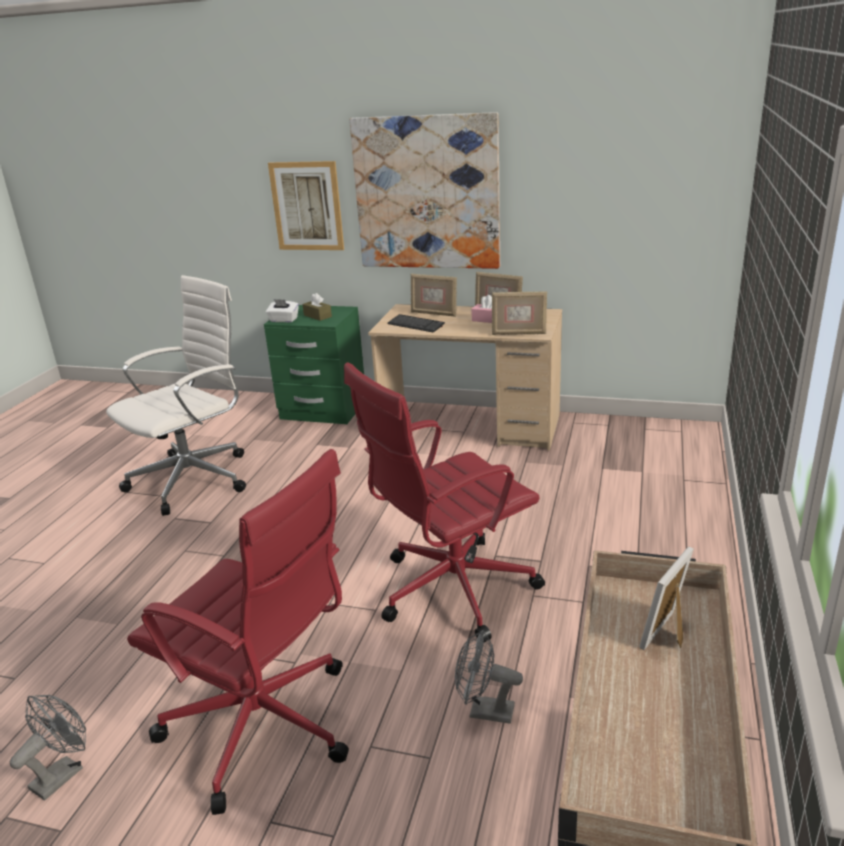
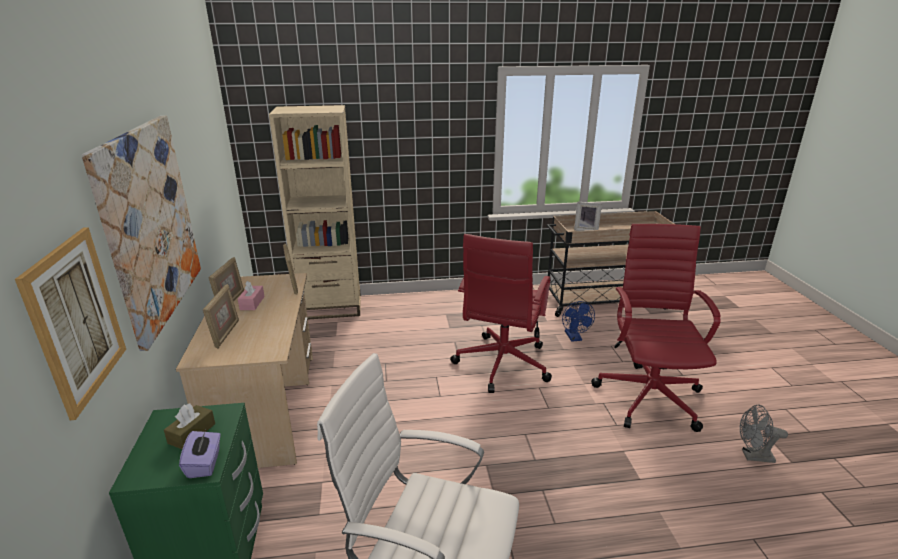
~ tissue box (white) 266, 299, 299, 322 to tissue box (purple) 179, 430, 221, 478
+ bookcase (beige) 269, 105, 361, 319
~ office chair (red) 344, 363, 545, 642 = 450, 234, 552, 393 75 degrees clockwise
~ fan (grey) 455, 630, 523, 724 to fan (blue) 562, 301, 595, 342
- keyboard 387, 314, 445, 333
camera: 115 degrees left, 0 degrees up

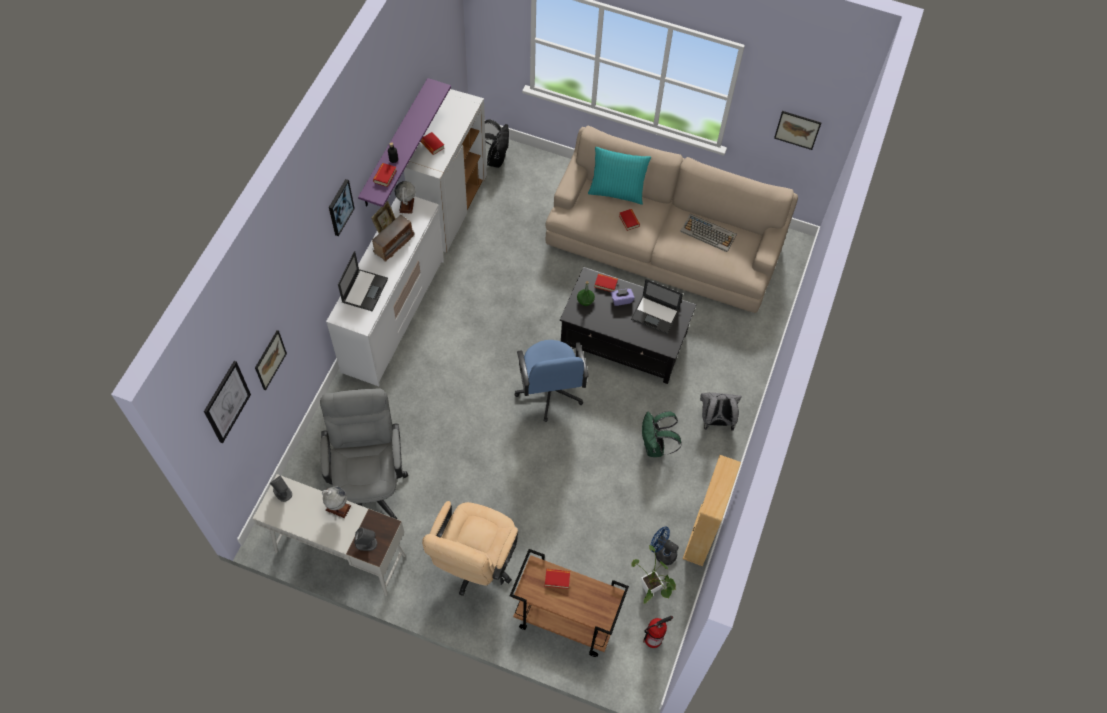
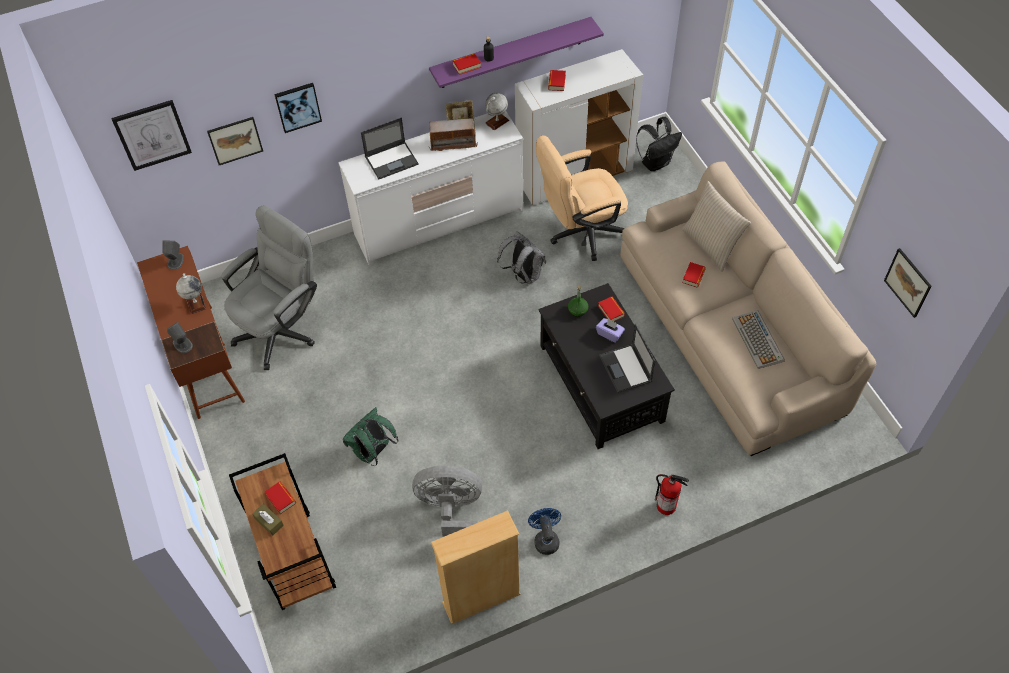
~ desk (white) 253, 474, 406, 596 to desk (brown) 137, 246, 245, 419
+ tissue box (brown) 252, 504, 284, 536
~ picture 329, 179, 355, 236 to 274, 83, 322, 133
~ backpack (green) 642, 411, 682, 457 to 342, 407, 399, 466
+ fan (grey) 412, 466, 482, 537
~ backpack (grey) 700, 393, 742, 430 to 497, 231, 546, 284
~ fan (blue) 651, 526, 679, 565 to 528, 508, 561, 555
~ office chair (beige) 422, 501, 518, 596 to 536, 135, 628, 261
~ fire extinguisher 643, 616, 673, 648 to 655, 474, 689, 515
~ pillow (turquoise) 588, 147, 651, 205 to pillow (beige) 682, 181, 751, 272
- office chair (blue) 515, 340, 589, 422
- potted plant 631, 545, 676, 603
camera: 50 degrees right, 5 degrees down

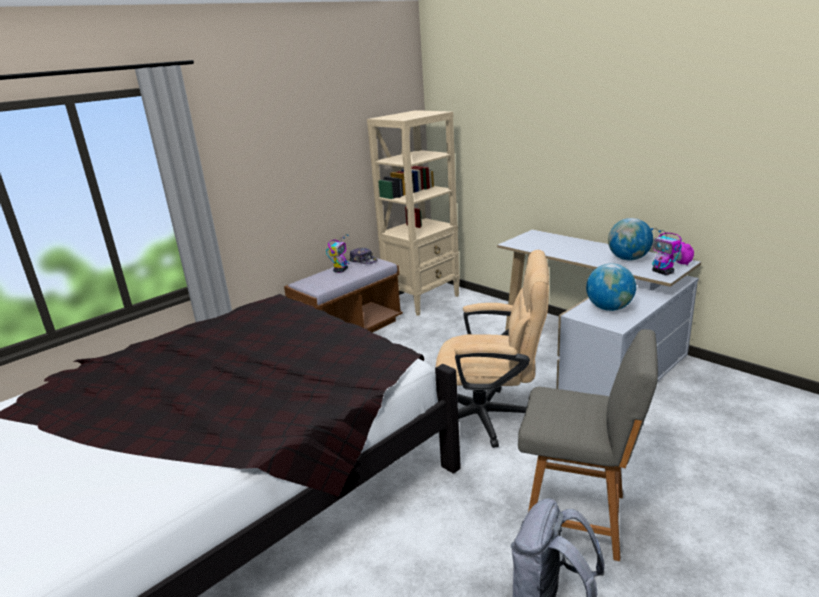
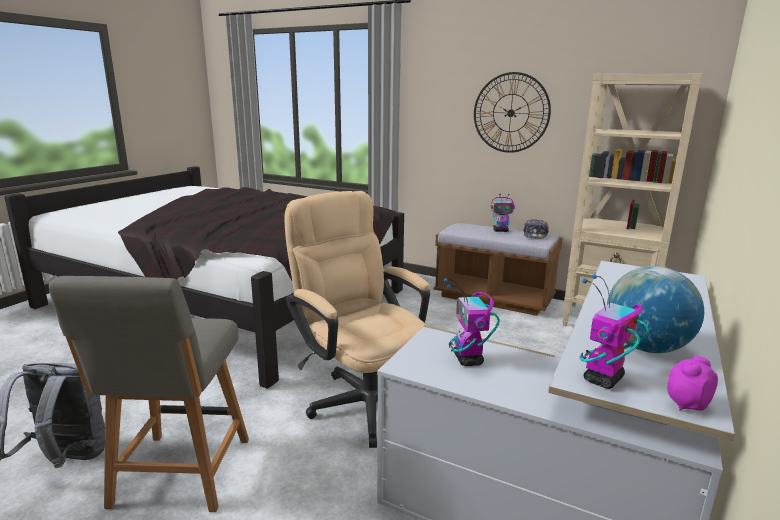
~ office chair (beige) 436, 250, 549, 448 = 284, 191, 430, 448 150 degrees clockwise
~ globe 586, 263, 636, 311 to toy robot 444, 278, 500, 366
+ wall clock 474, 72, 551, 153
camera: 70 degrees right, 5 degrees down

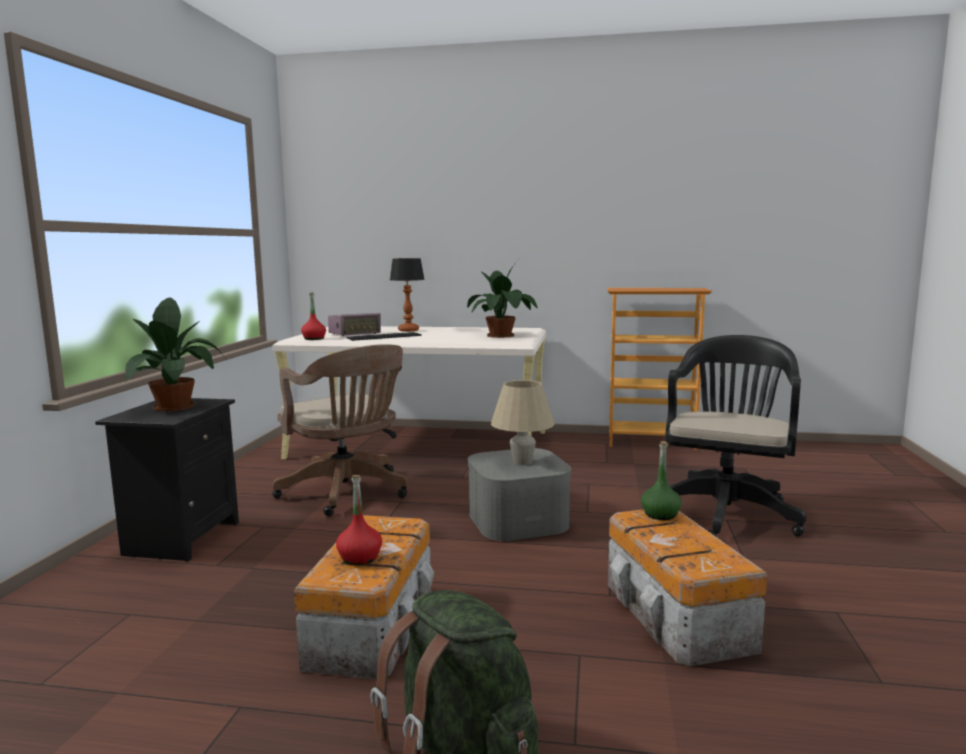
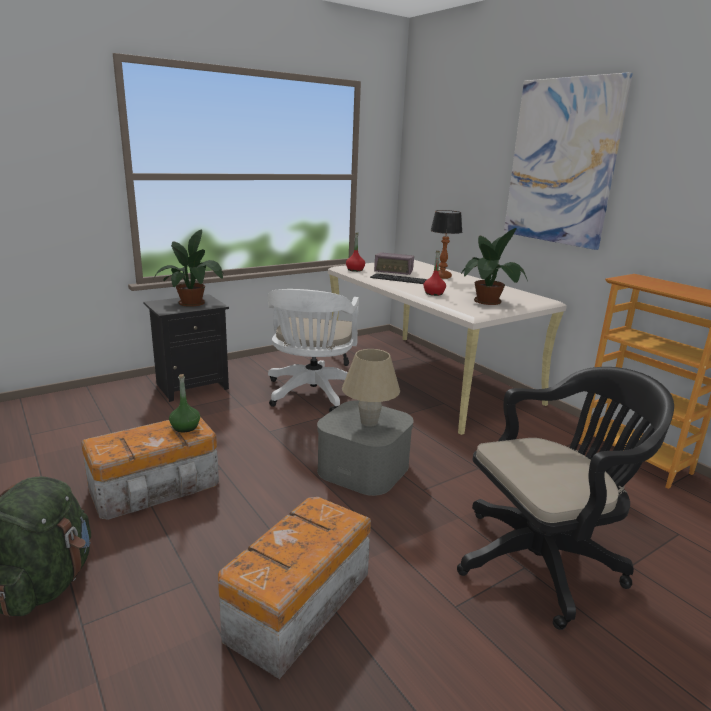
~ bottle (green) 641, 441, 682, 520 to 169, 374, 200, 432
~ office chair (brown) 272, 344, 408, 516 to office chair (white) 268, 289, 359, 412
~ bottle (red) 336, 475, 382, 565 to 423, 251, 446, 296
+ picture 504, 72, 633, 250
camera: 45 degrees right, 10 degrees up

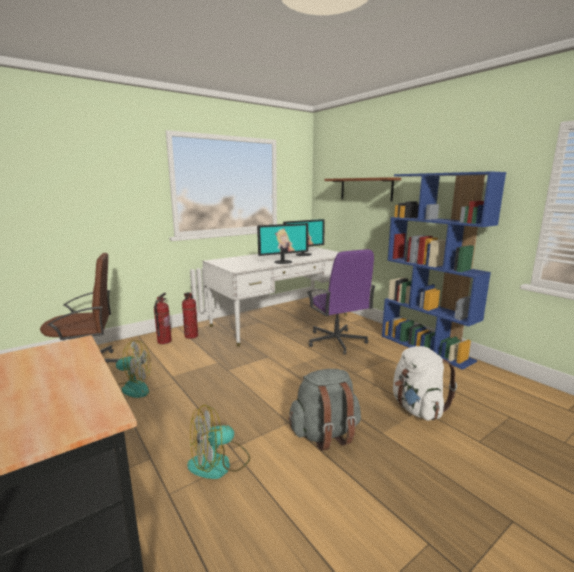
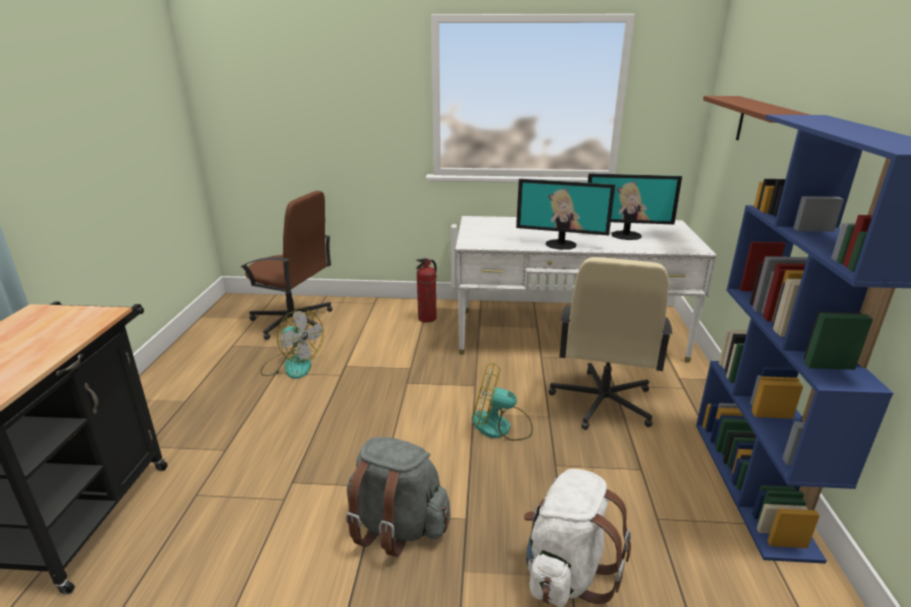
~ fan 187, 405, 250, 479 to 472, 363, 533, 441
~ office chair (purple) 307, 249, 376, 355 to office chair (beige) 549, 257, 672, 430
- fire extinguisher 154, 293, 172, 344
camera: 40 degrees right, 10 degrees up

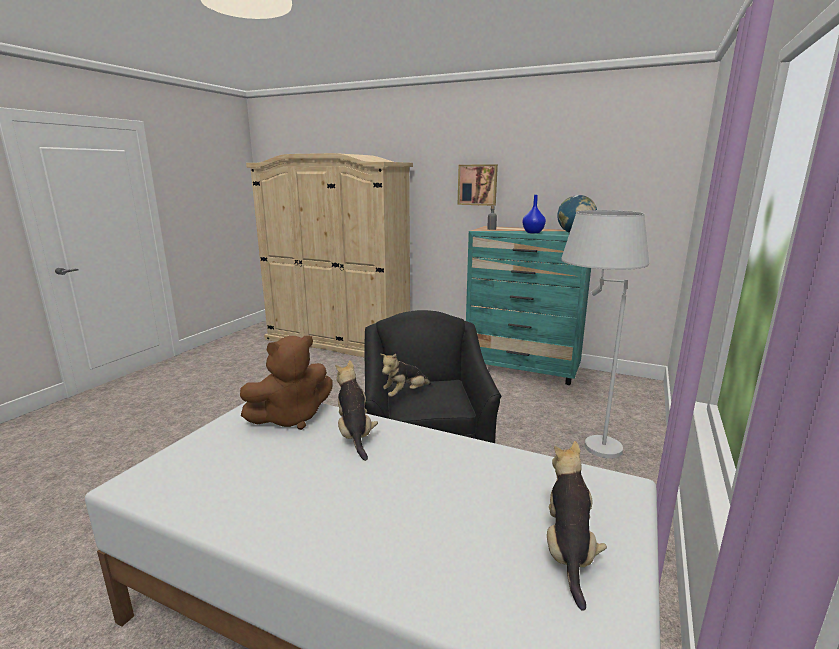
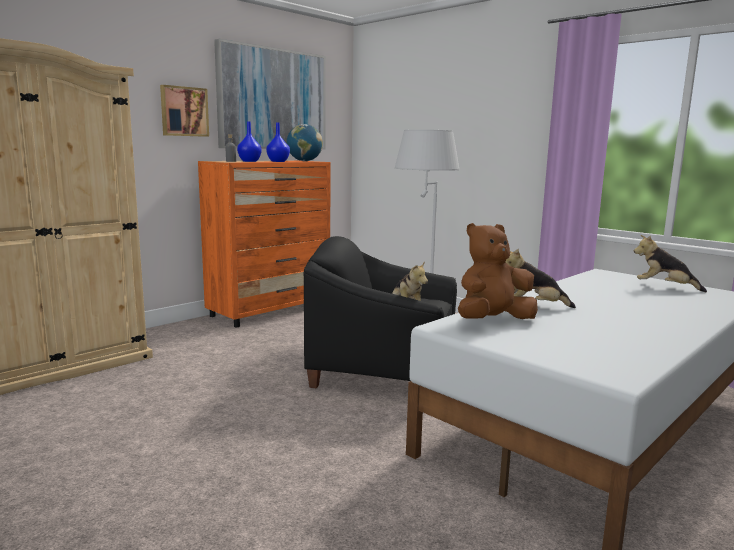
~ dresser (turquoise) 466, 226, 591, 385 to dresser (orange) 198, 161, 331, 327
+ picture 214, 39, 326, 150
+ vase (blue) 237, 121, 262, 162
~ plush toy (brown) 240, 336, 333, 430 = 458, 223, 538, 319 105 degrees counterclockwise
camera: 70 degrees left, 5 degrees down

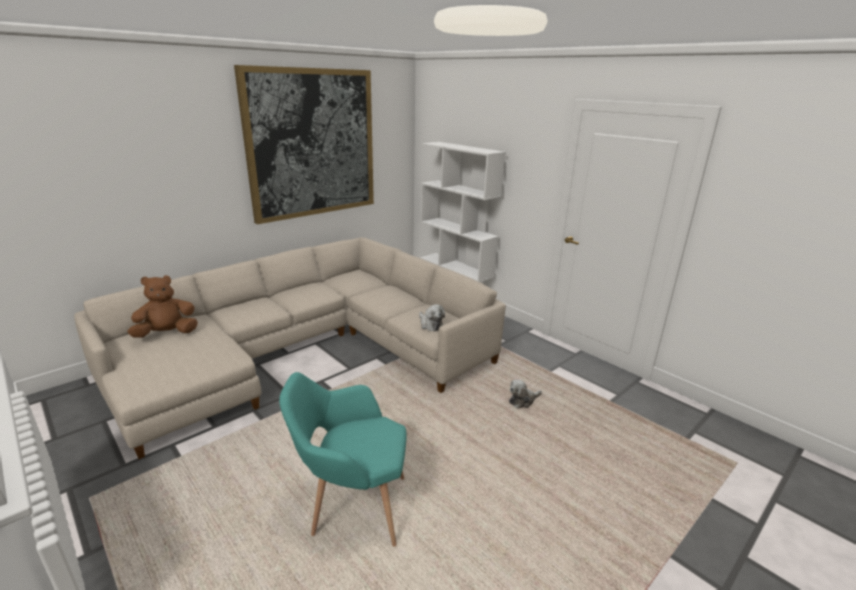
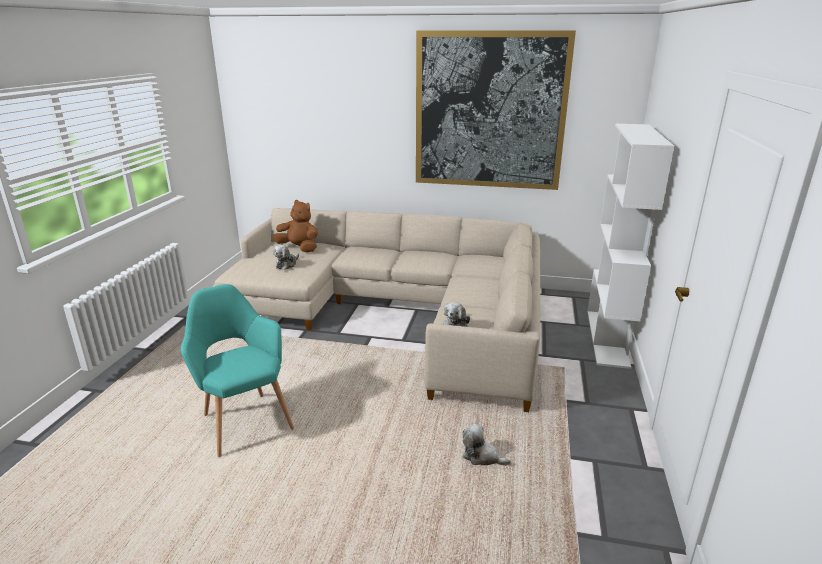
+ plush toy 273, 245, 299, 270
camera: 55 degrees right, 0 degrees up

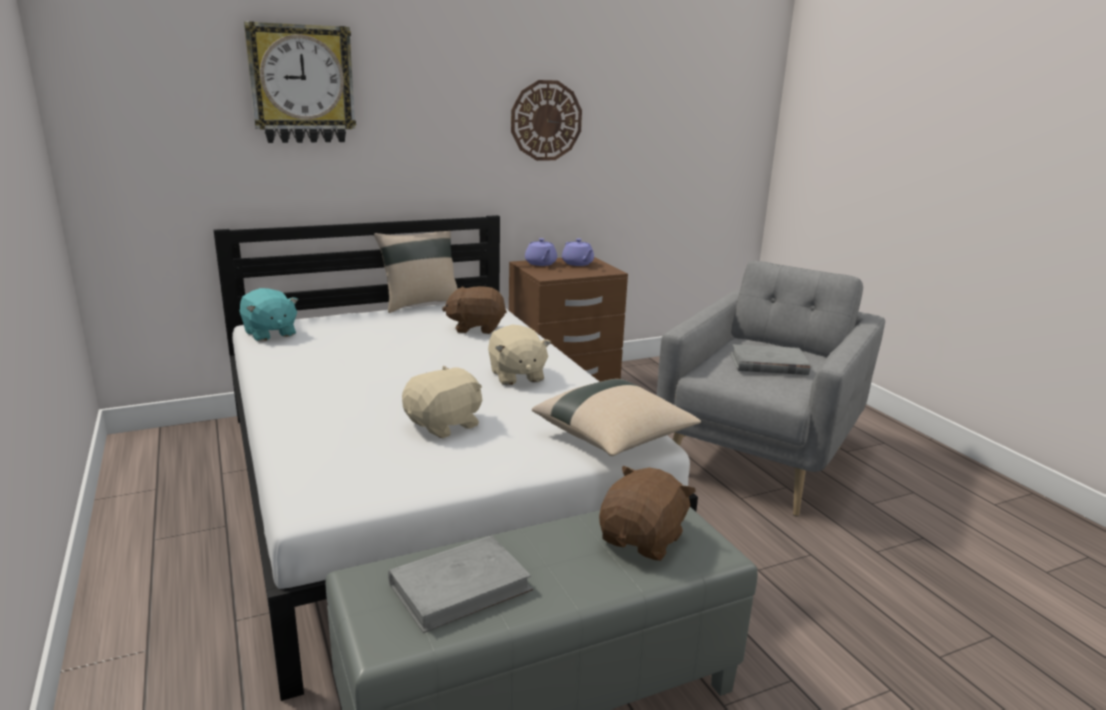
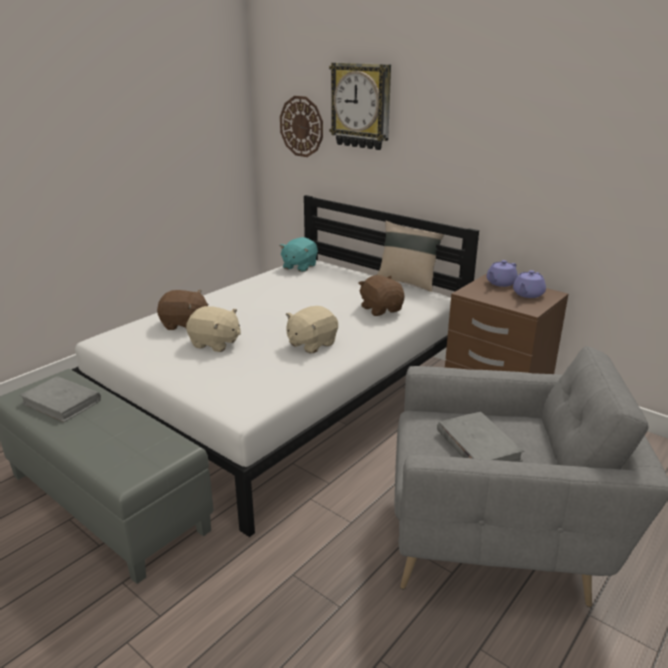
~ plush toy (brown) 599, 465, 696, 561 to 157, 290, 208, 330
~ wall clock 511, 80, 582, 161 to 280, 96, 323, 157
- pillow (beige) 532, 379, 701, 456
camera: 65 degrees right, 5 degrees up

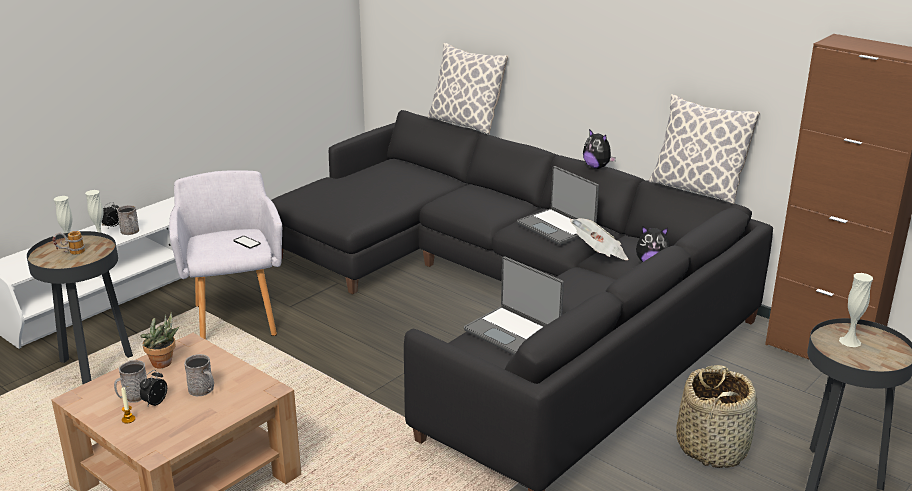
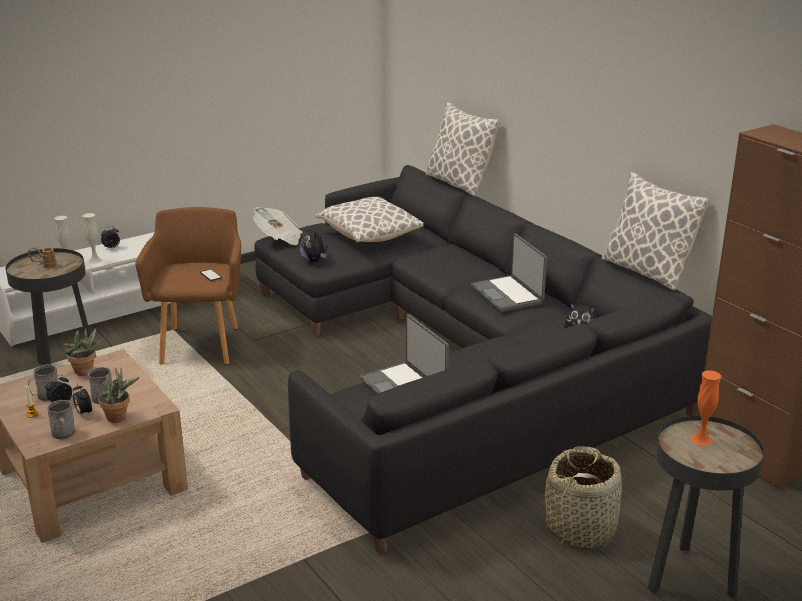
~ mug (grey) 117, 205, 139, 235 to 47, 400, 76, 439
+ alarm clock 73, 383, 92, 417
+ potted plant 98, 368, 140, 423
~ armchair (grey) 169, 170, 282, 339 to armchair (brown) 135, 207, 241, 365
~ newspaper 570, 218, 629, 260 to 253, 207, 303, 245
~ plush toy 583, 129, 616, 169 to 300, 225, 328, 263
+ pillow 315, 197, 424, 242
~ vase (white) 839, 273, 873, 347 to vase (orange) 691, 370, 721, 446
camera: 15 degrees right, 0 degrees up

